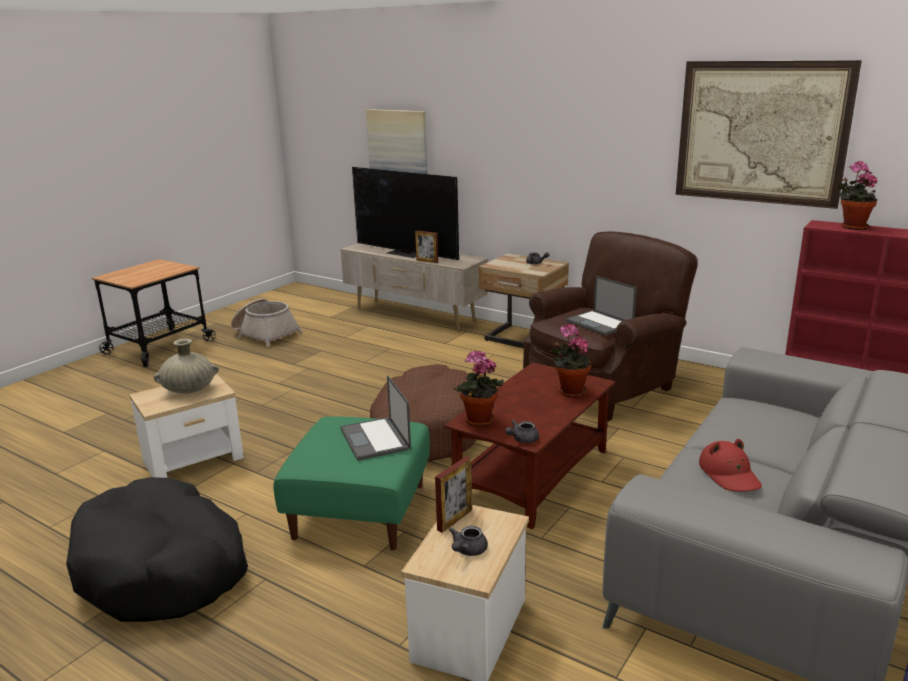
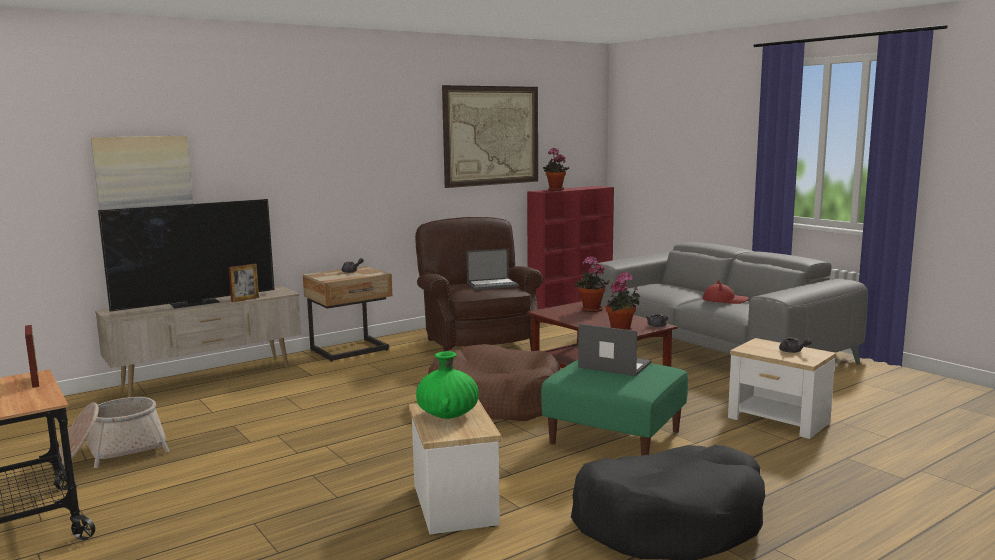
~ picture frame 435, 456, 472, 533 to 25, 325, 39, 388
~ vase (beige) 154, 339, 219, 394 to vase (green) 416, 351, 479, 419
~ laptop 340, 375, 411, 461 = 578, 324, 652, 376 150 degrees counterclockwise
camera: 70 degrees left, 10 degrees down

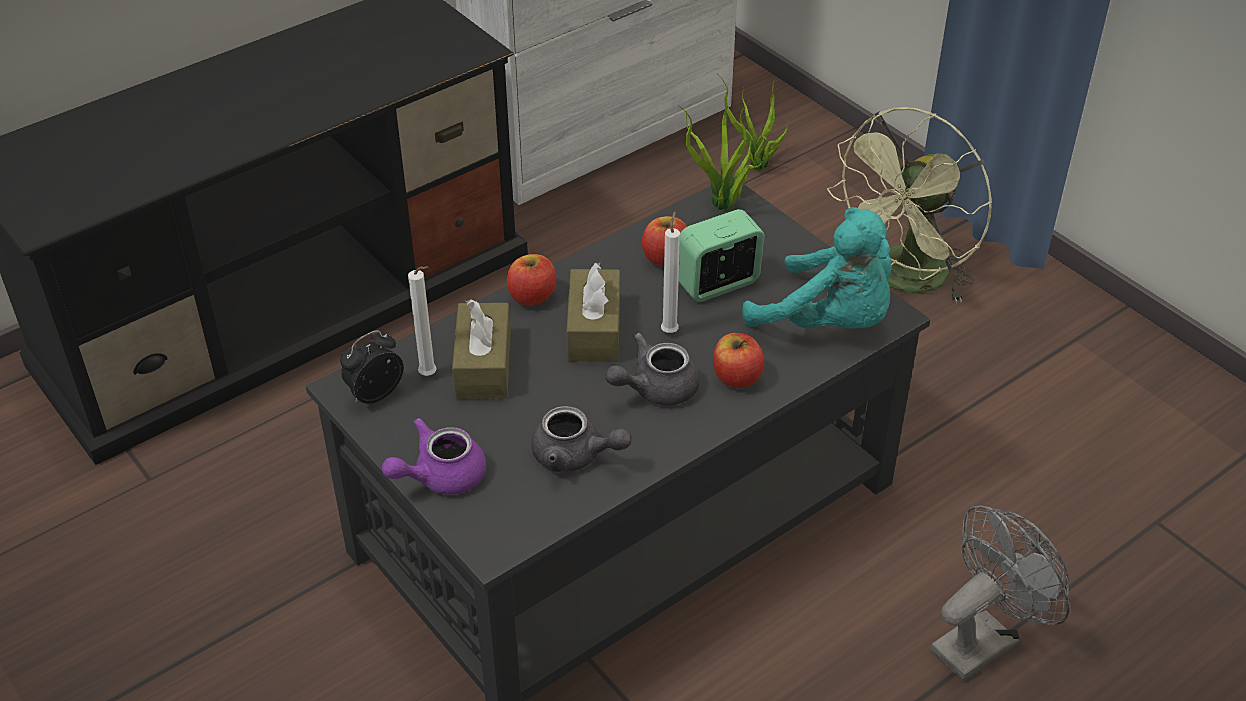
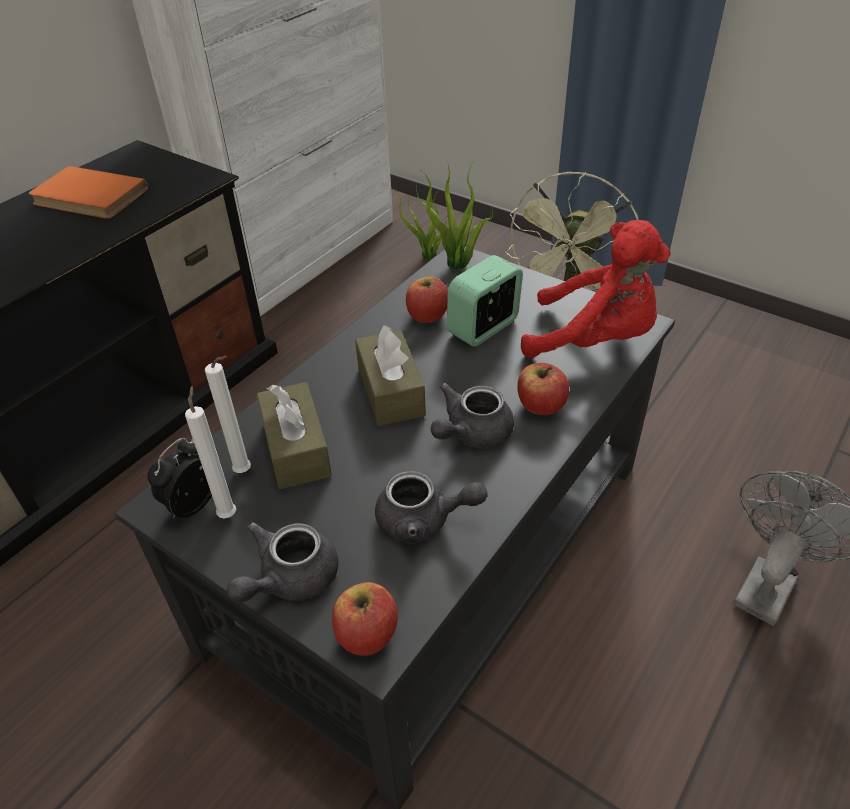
+ book (orange) 29, 166, 148, 219
~ candle (white) 661, 211, 680, 333 to 185, 386, 236, 519
~ teapot (purple) 382, 418, 486, 495 to teapot (grey) 227, 522, 338, 602
~ apple 507, 254, 557, 306 to 332, 582, 398, 656
~ plush toy (turquoise) 742, 207, 892, 329 to plush toy (red) 521, 220, 671, 358
camera: 15 degrees left, 0 degrees up

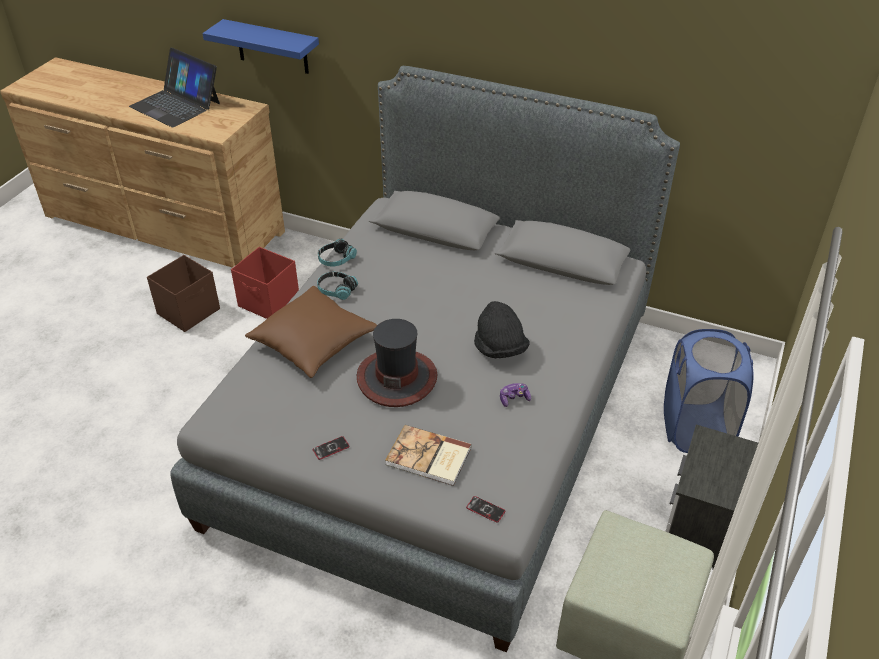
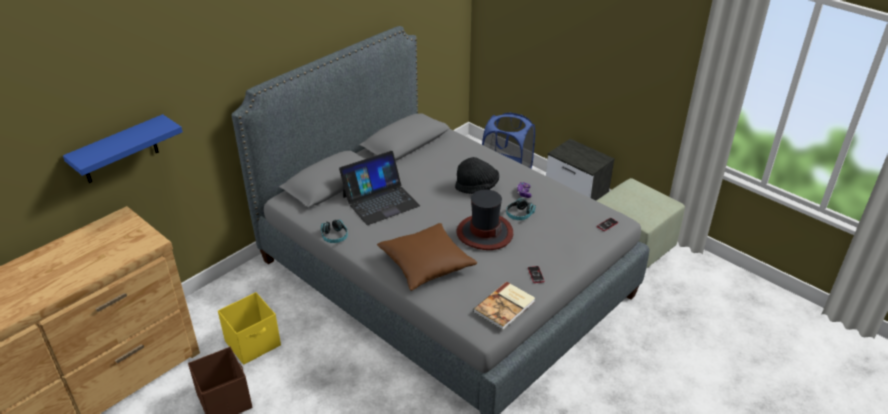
~ storage box (red) 231, 247, 299, 319 to storage box (yellow) 218, 292, 281, 365
~ laptop 129, 48, 220, 127 to 339, 151, 420, 225
~ book 385, 425, 472, 486 to 473, 282, 535, 330
~ headphones 317, 272, 358, 300 to 506, 198, 536, 220
camera: 70 degrees left, 5 degrees down

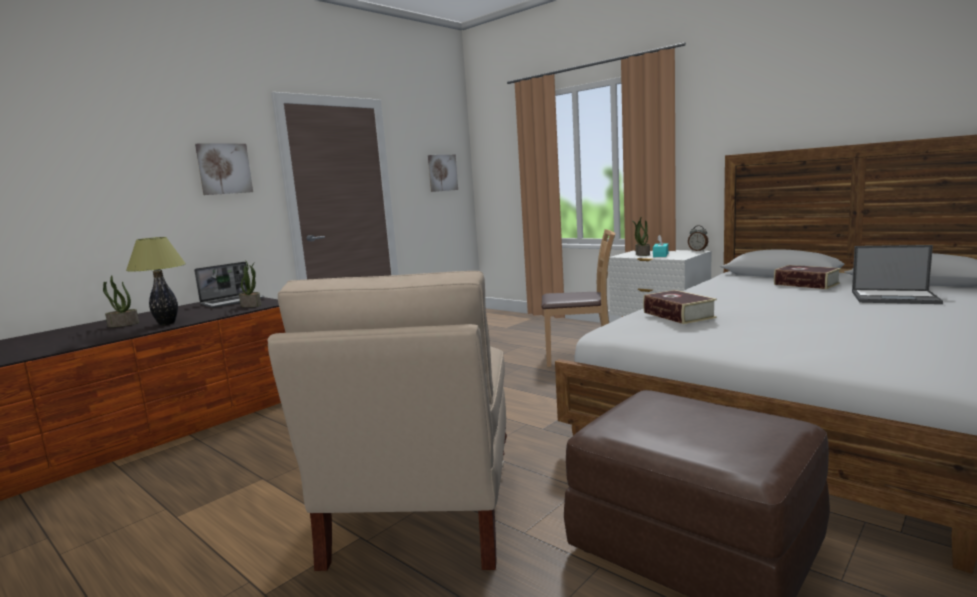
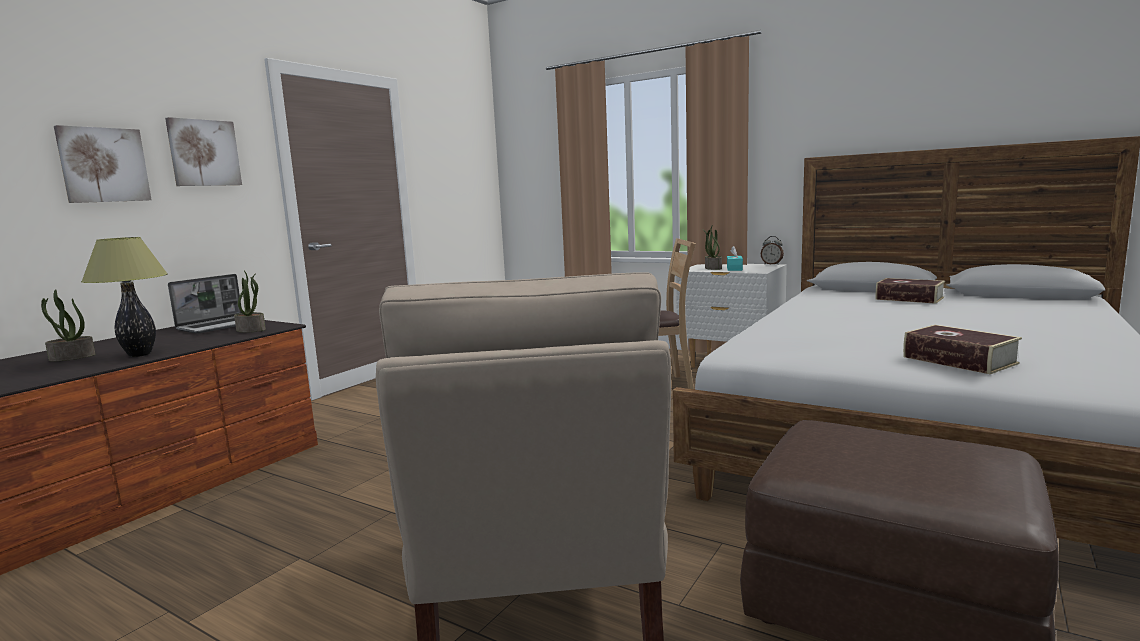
~ picture 428, 155, 458, 192 to 54, 125, 152, 203
~ book 643, 290, 717, 324 to 903, 325, 1022, 374
- laptop 852, 245, 943, 304
camera: 10 degrees left, 0 degrees up

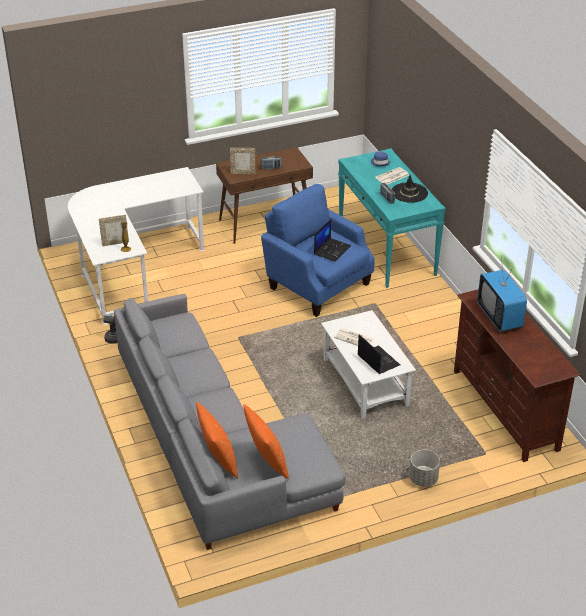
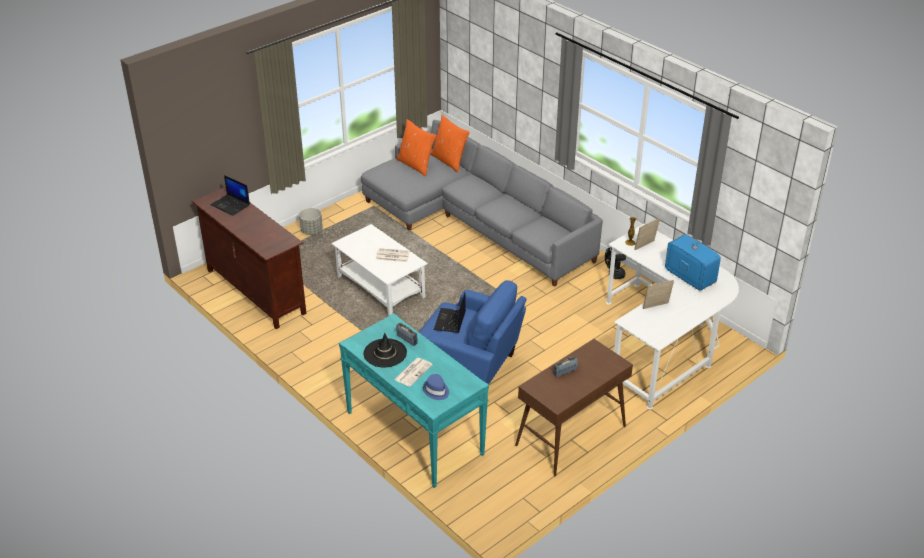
~ laptop 358, 334, 400, 374 to 211, 175, 250, 216
~ picture frame 230, 148, 255, 174 to 643, 280, 674, 309
~ television 477, 256, 527, 331 to 665, 224, 721, 290
camera: 160 degrees right, 0 degrees up

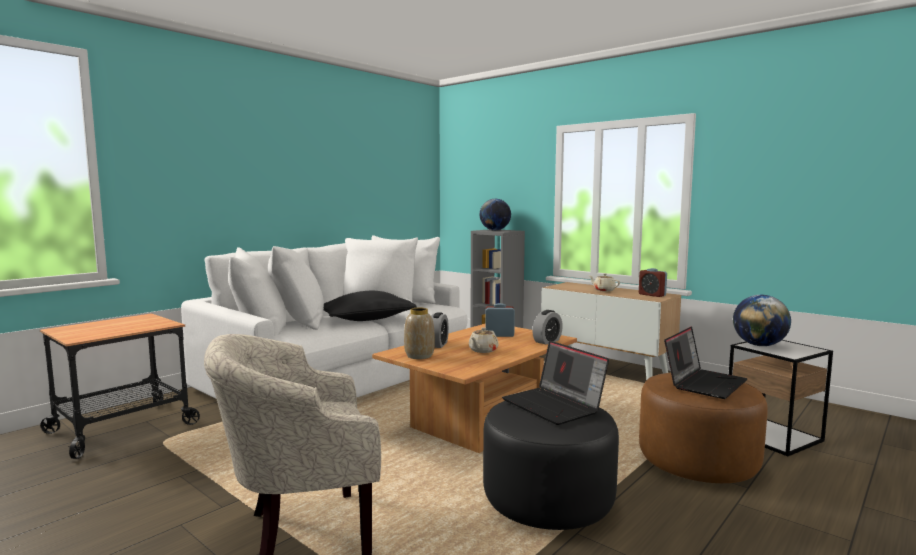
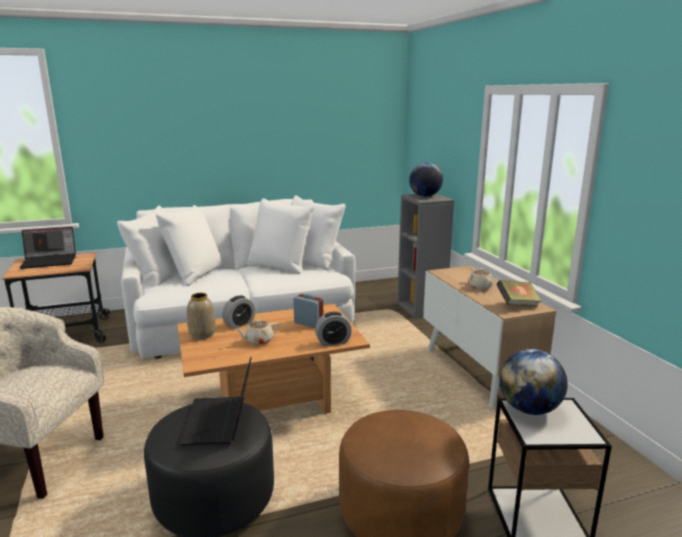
~ laptop 664, 326, 748, 399 to 19, 227, 76, 269
~ alarm clock 639, 268, 667, 297 to book 496, 280, 542, 306
- pillow (black) 324, 291, 417, 321
camera: 30 degrees right, 10 degrees up

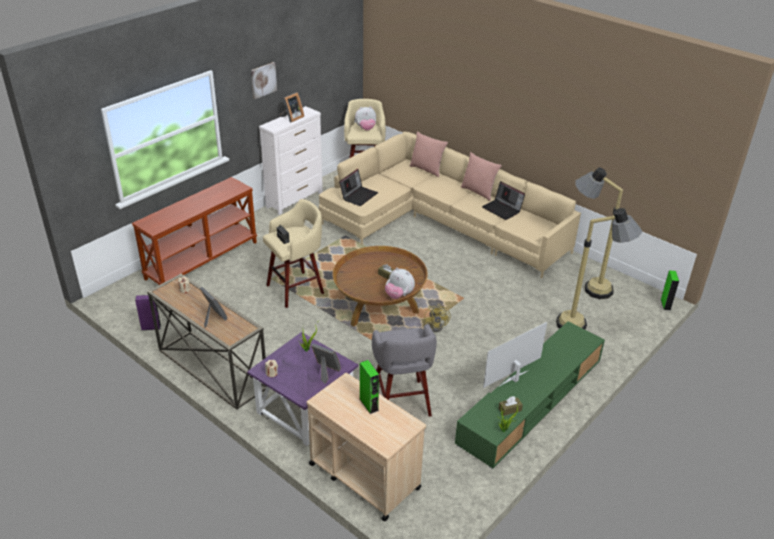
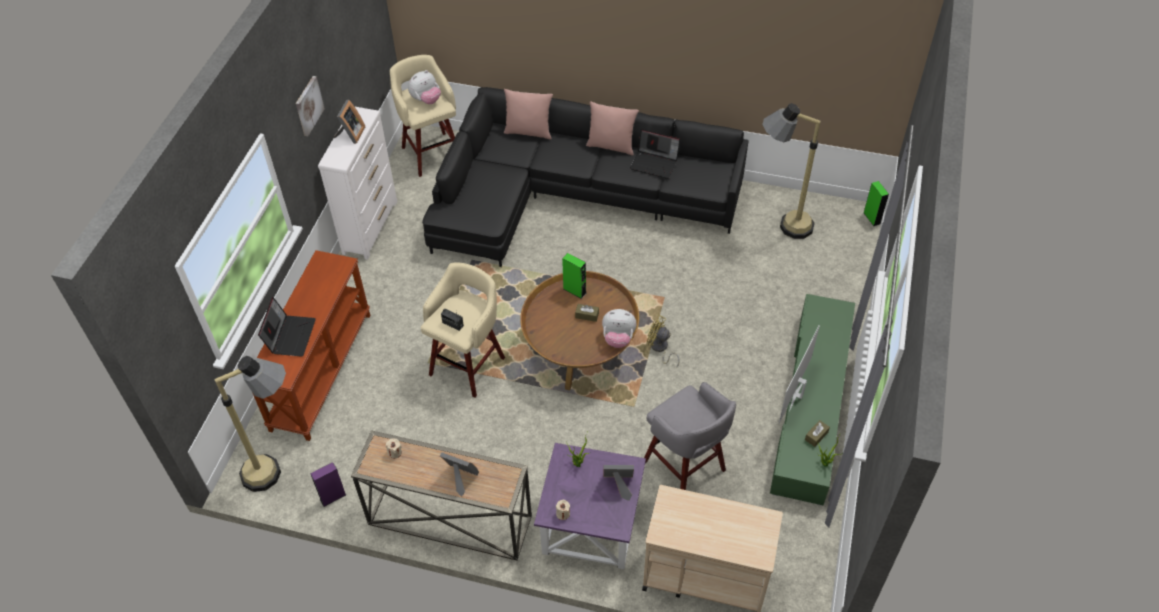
~ floor lamp 556, 208, 642, 329 to 215, 356, 286, 492
~ laptop 339, 169, 378, 206 to 258, 297, 316, 357
~ sofa (beige) 319, 131, 581, 278 to sofa (black) 422, 87, 749, 267
~ speaker (green) 360, 360, 379, 414 to 562, 253, 586, 299
~ fan (yellow) 424, 304, 450, 332 = 647, 315, 680, 367 150 degrees clockwise
camera: 25 degrees left, 15 degrees up

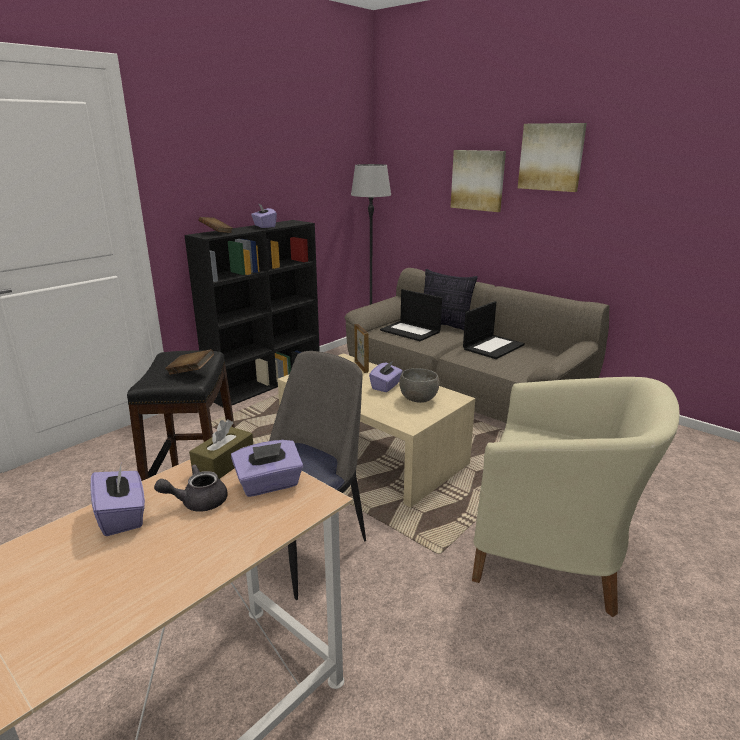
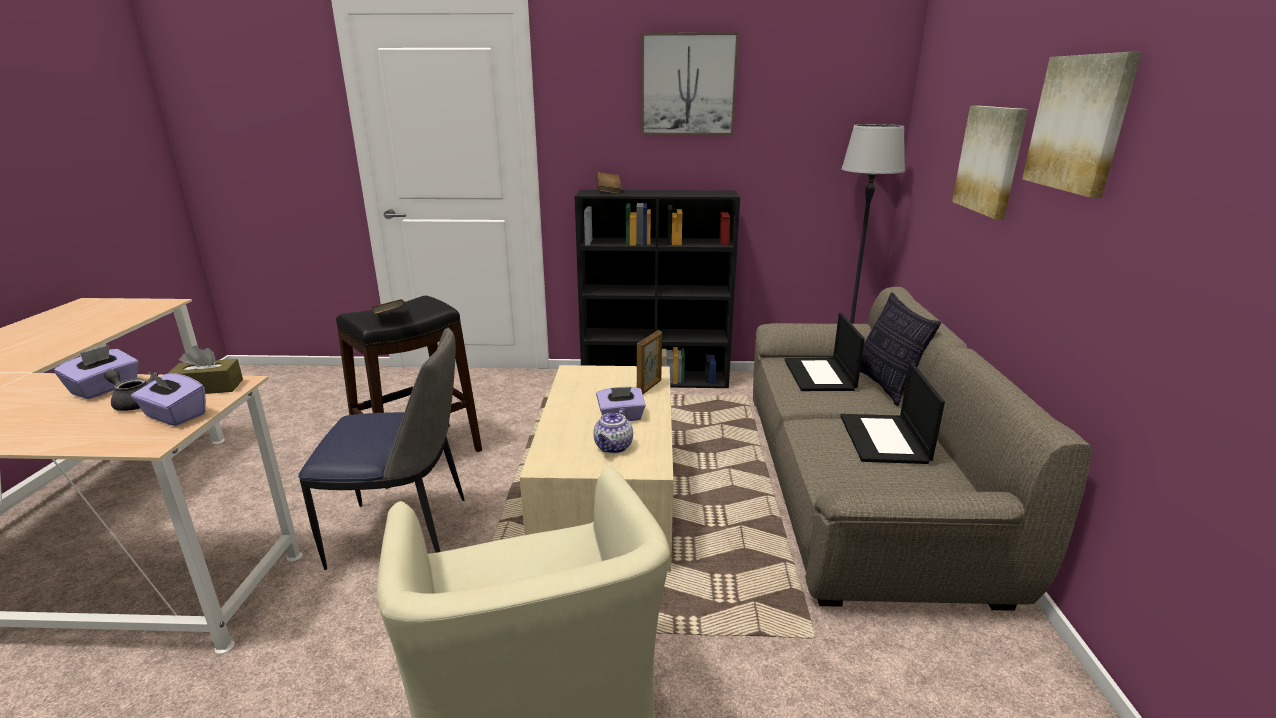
~ bowl (grey) 399, 368, 439, 403 to teapot 593, 408, 633, 453
+ picture 642, 32, 739, 135
~ laptop 463, 301, 525, 359 = 840, 363, 945, 464 90 degrees clockwise
- tissue box (purple) 251, 203, 277, 228
camera: 50 degrees right, 0 degrees up

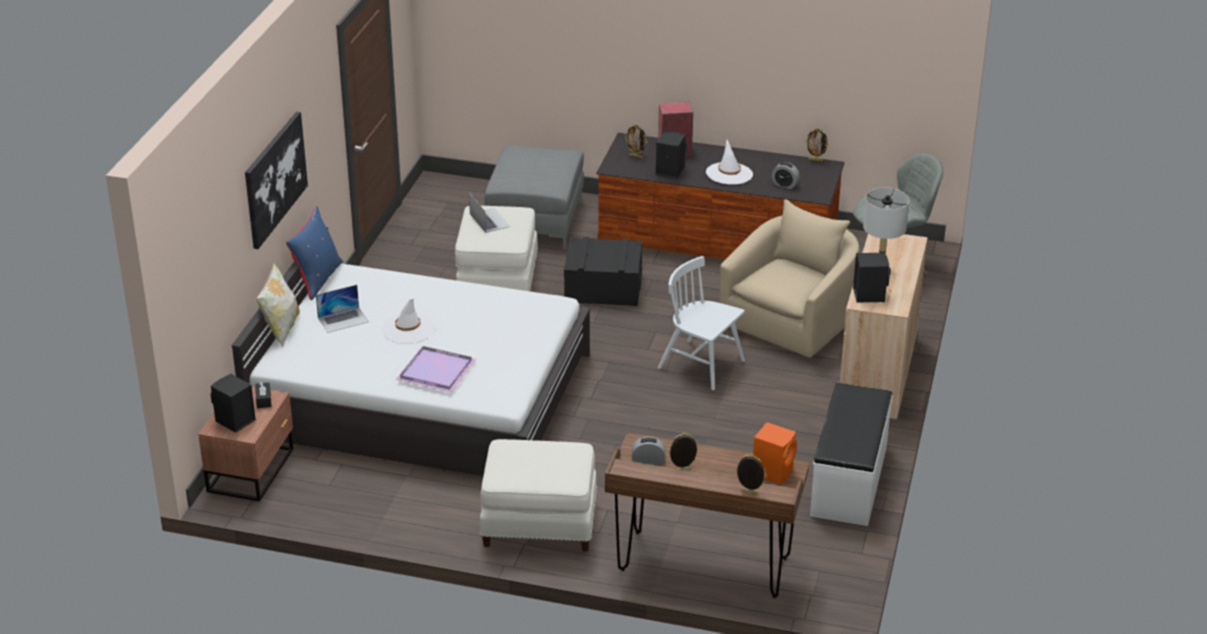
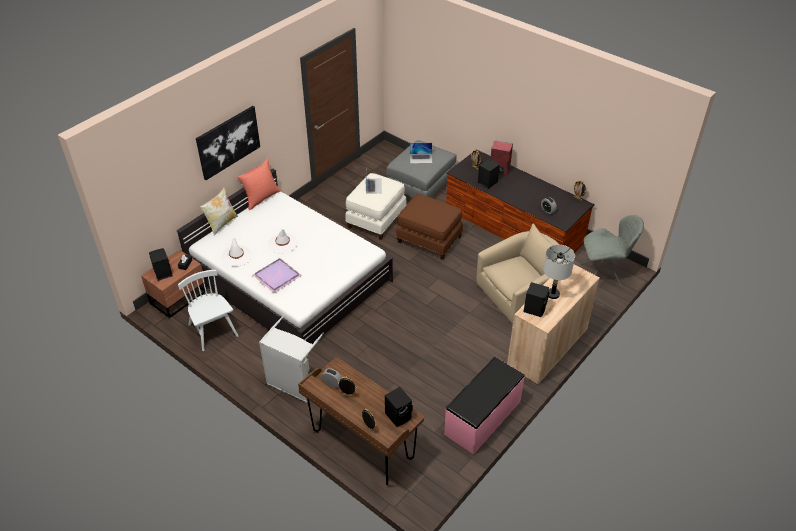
~ chair (white) 658, 256, 745, 390 to 178, 270, 238, 351
~ hat (white) 706, 140, 753, 184 to 221, 236, 252, 266
~ pillow (blue) 286, 206, 343, 300 to pillow (red) 237, 158, 281, 210
~ ottoman (white) 480, 439, 597, 552 to laundry basket (grey) 259, 315, 324, 403
~ speaker (orange) 753, 422, 797, 485 to speaker (black) 385, 387, 413, 427
~ storage box (black) 564, 237, 643, 306 to ottoman (brown) 396, 194, 463, 260
~ laptop 316, 285, 369, 333 to 410, 143, 432, 163
~ bench (white) 810, 383, 892, 526 to bench (pink) 444, 357, 525, 455
camera: 25 degrees right, 10 degrees up

